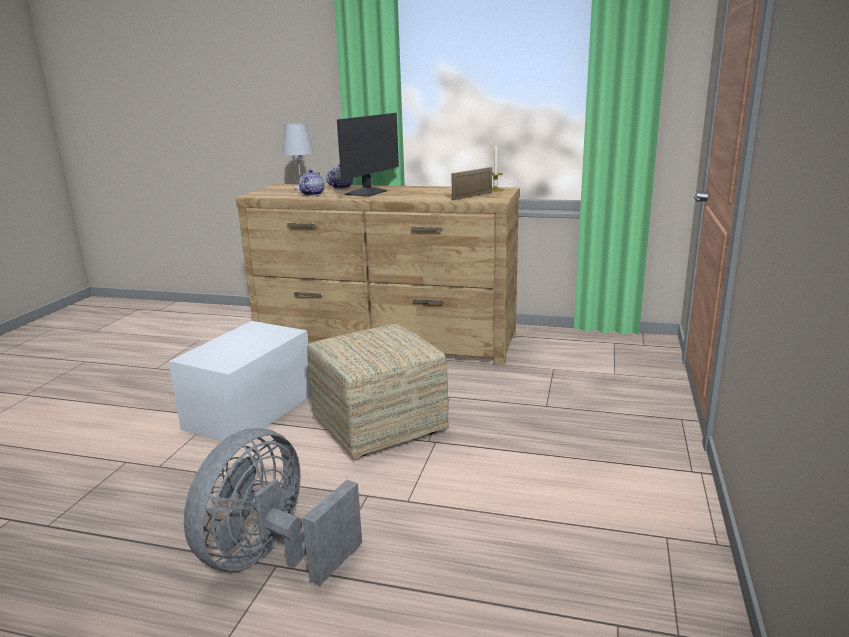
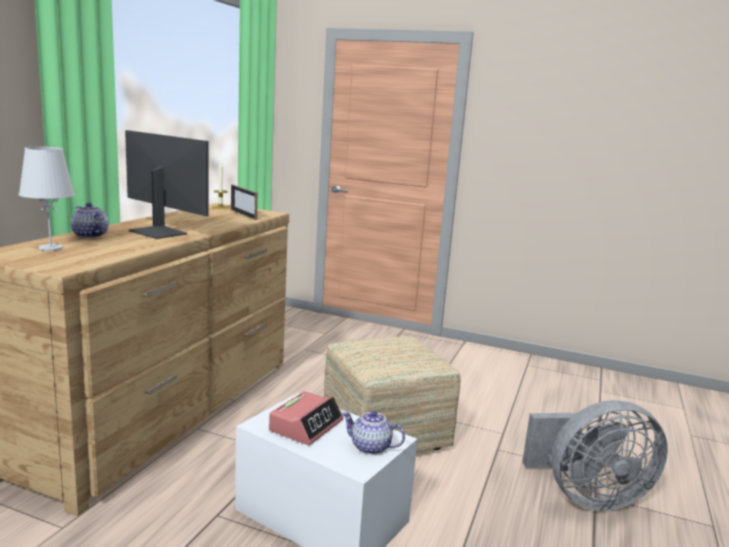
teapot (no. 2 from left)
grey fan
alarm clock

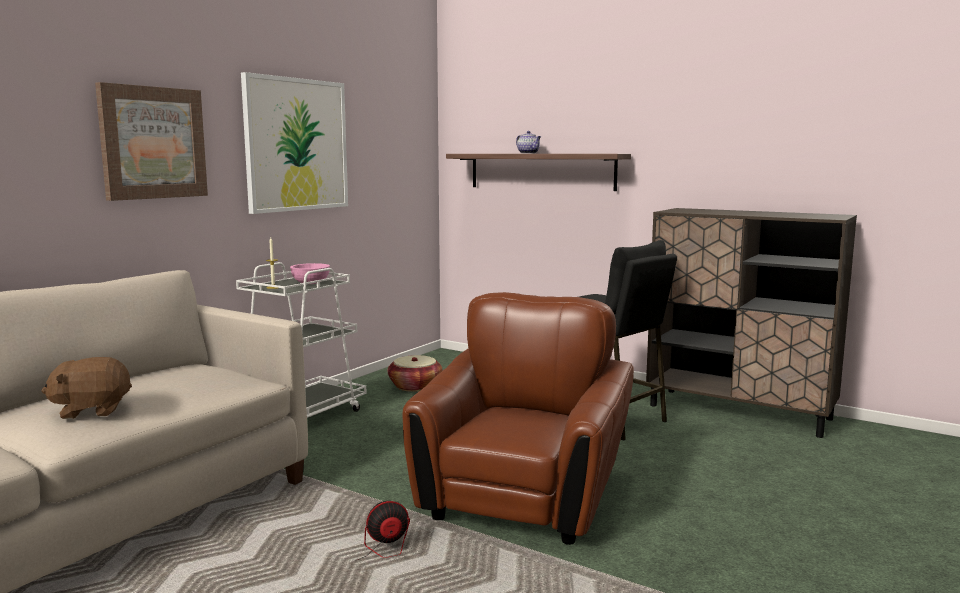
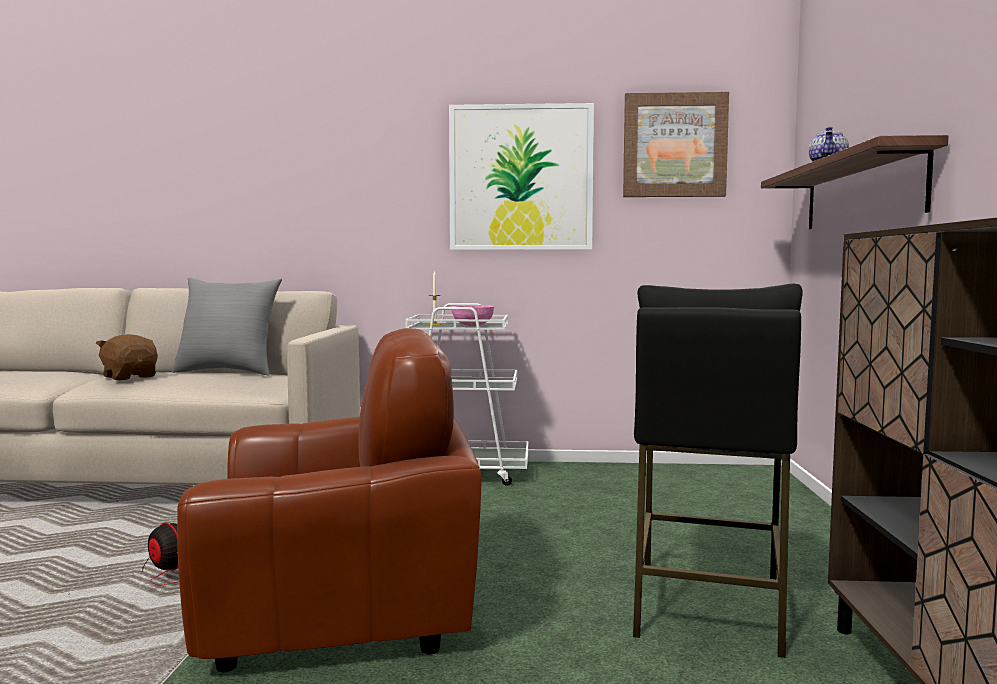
picture (no. 2 from left)
basket
grey pillow

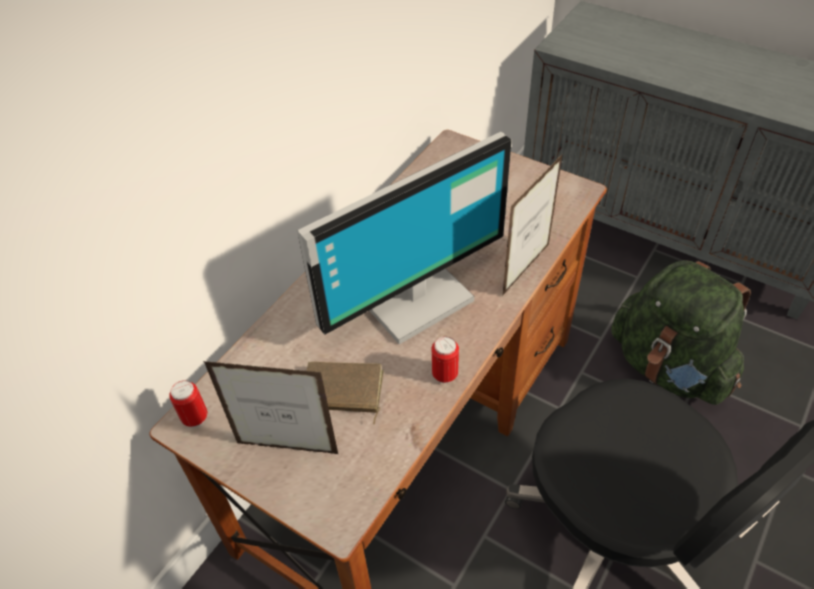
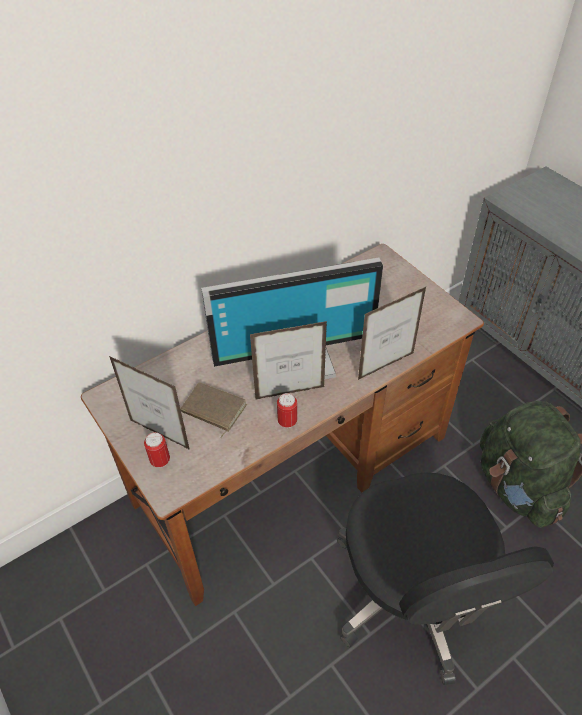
can (no. 1 from left)
picture frame (no. 2 from left)

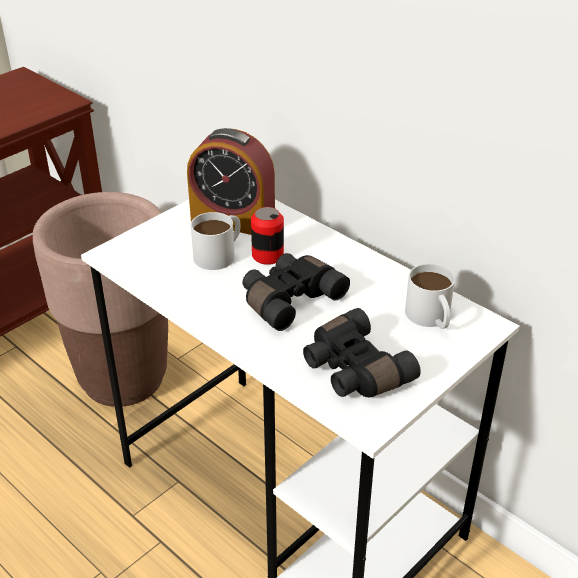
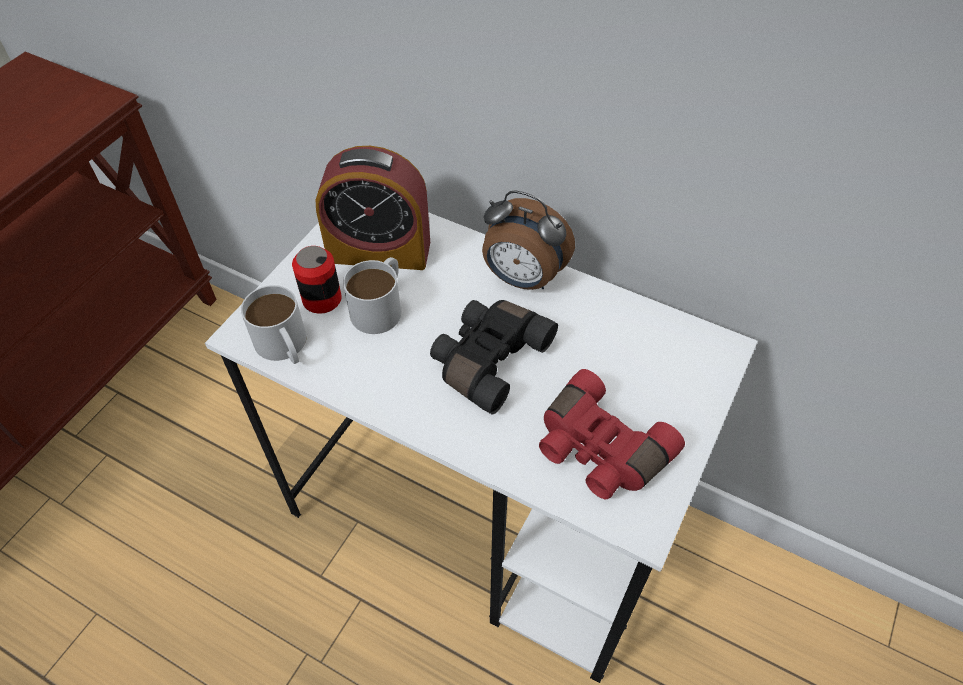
brown planter
can
white mug (no. 1 from left)
red binoculars
alarm clock (no. 2 from left)

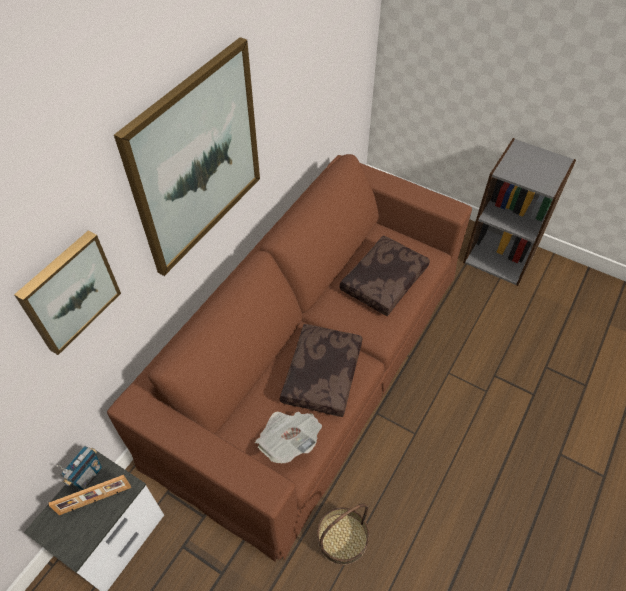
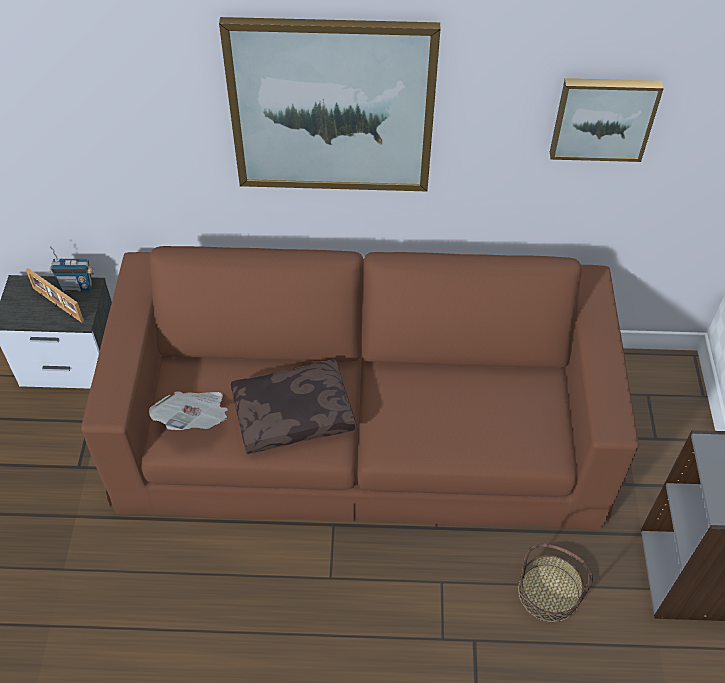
picture (no. 2 from left)
brown pillow (no. 2 from left in the first image)
basket

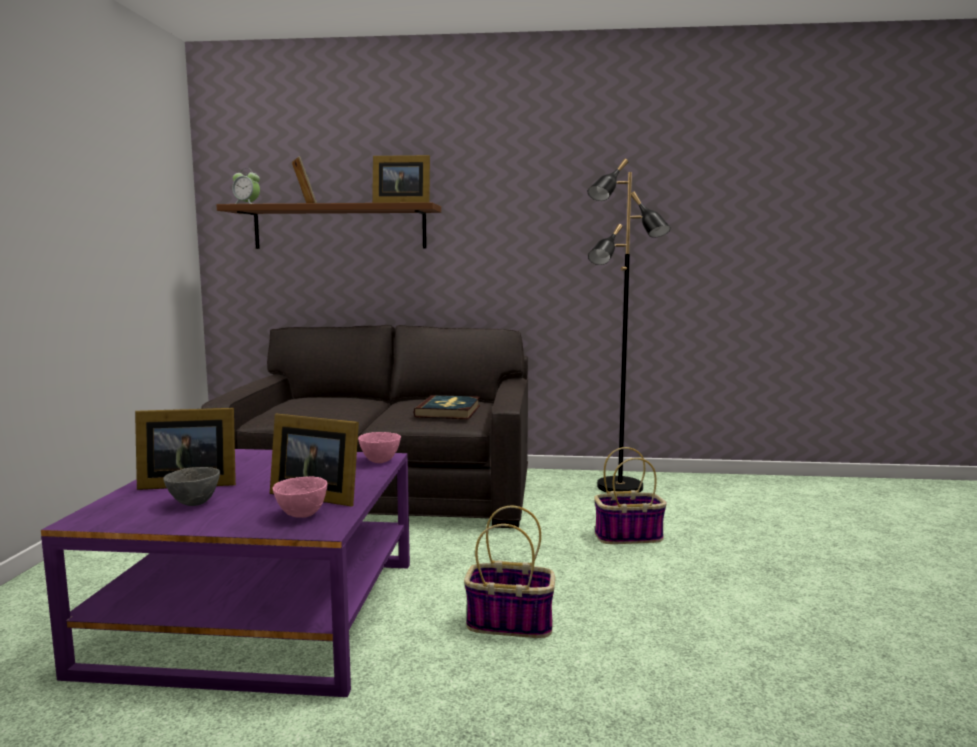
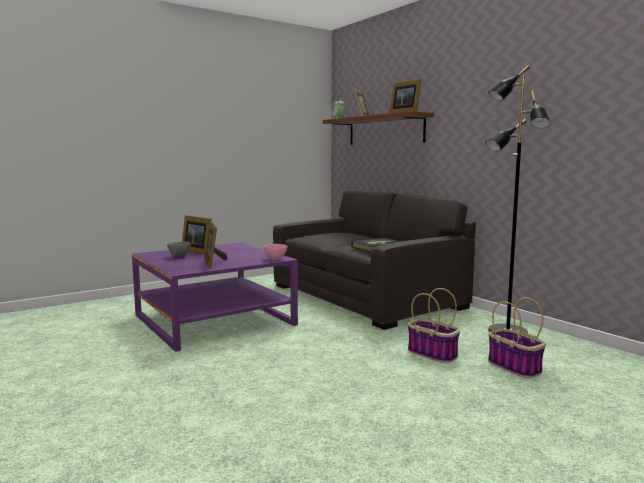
pink bowl (no. 1 from left in the first image)
basket (no. 2 from left)

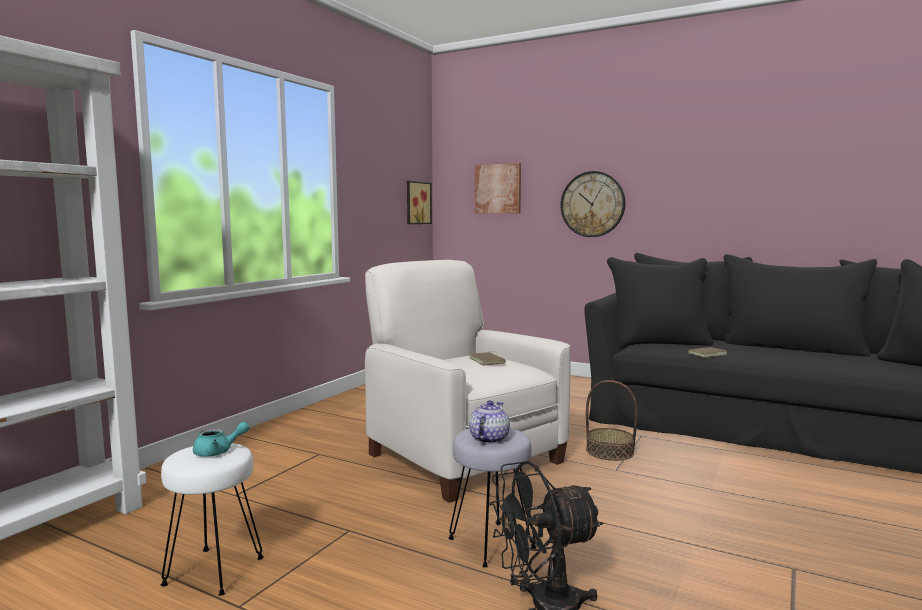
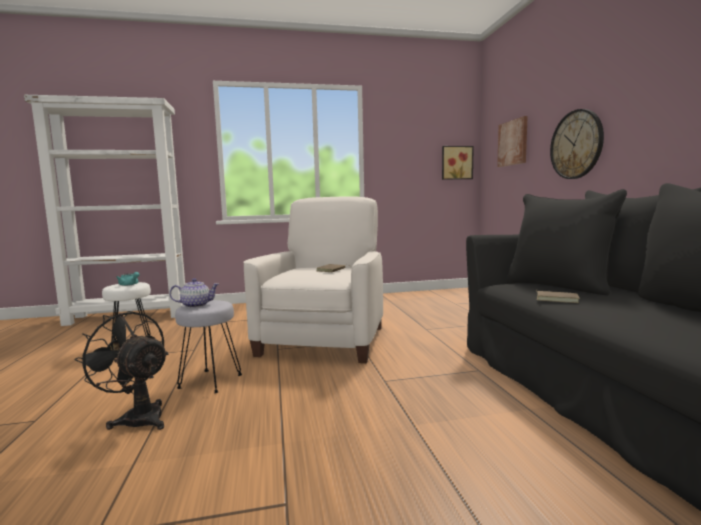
basket

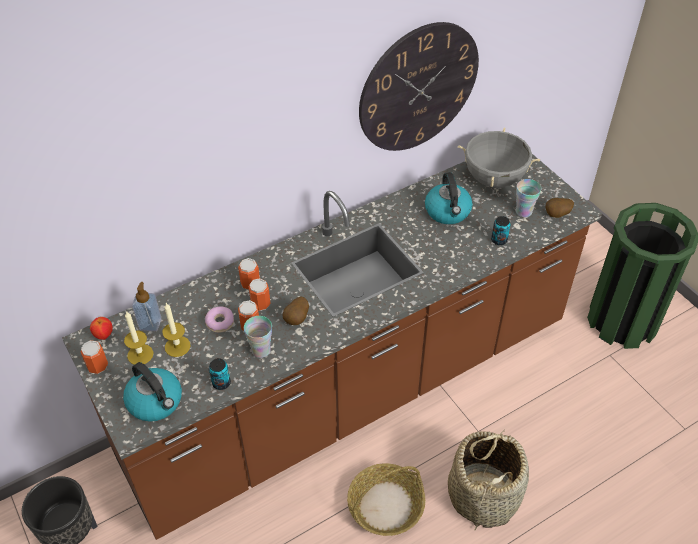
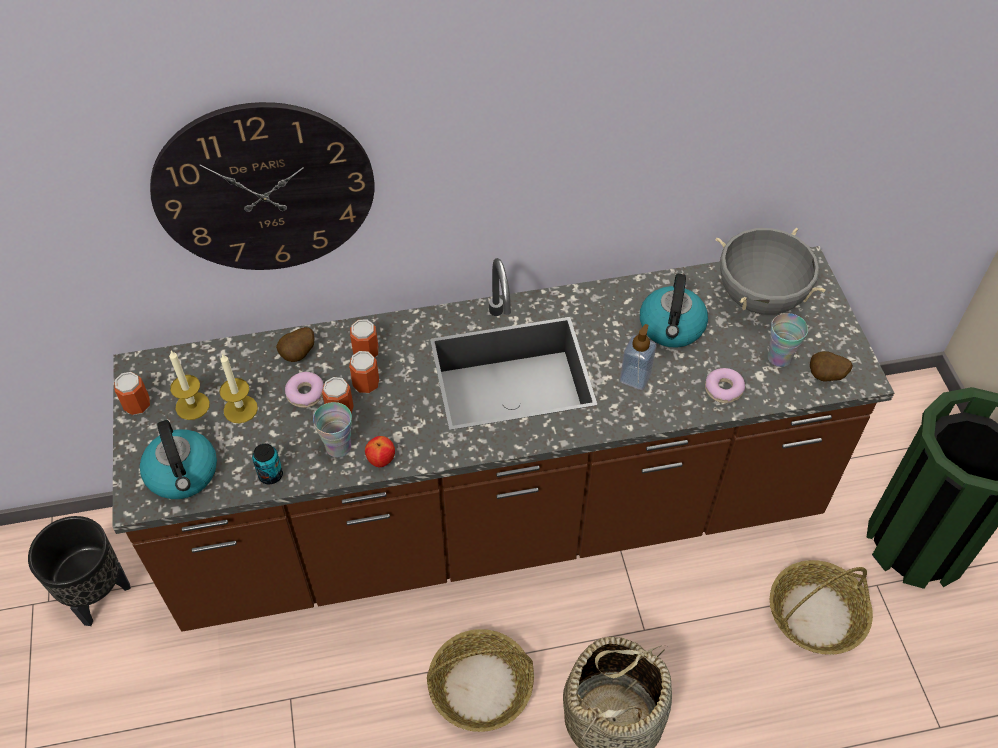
wall clock
donut (no. 2 from left)
soap dispenser
potato (no. 1 from left)
apple
basket (no. 3 from left)

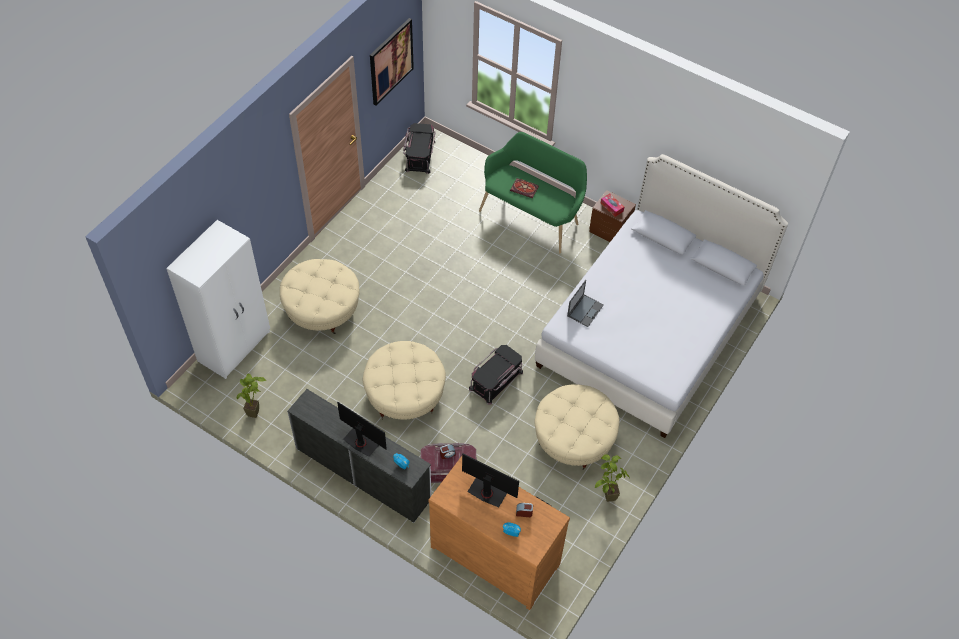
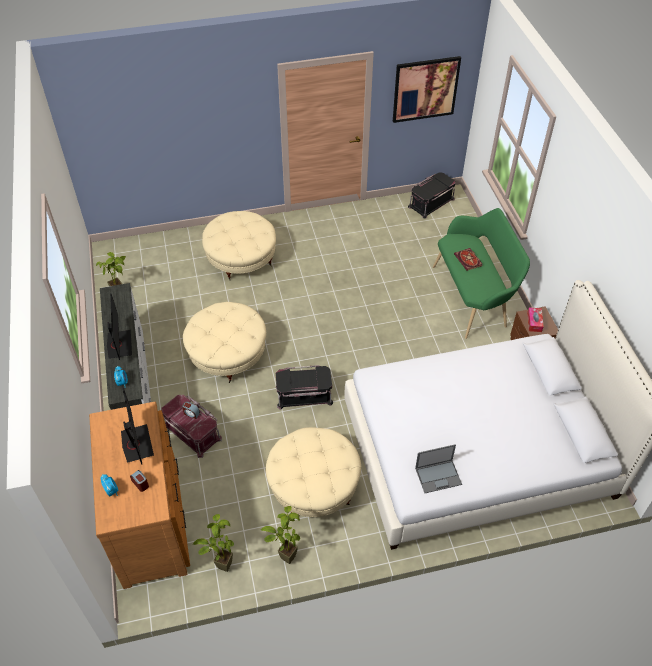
white wardrobe
laptop
potted plant (no. 2 from left)

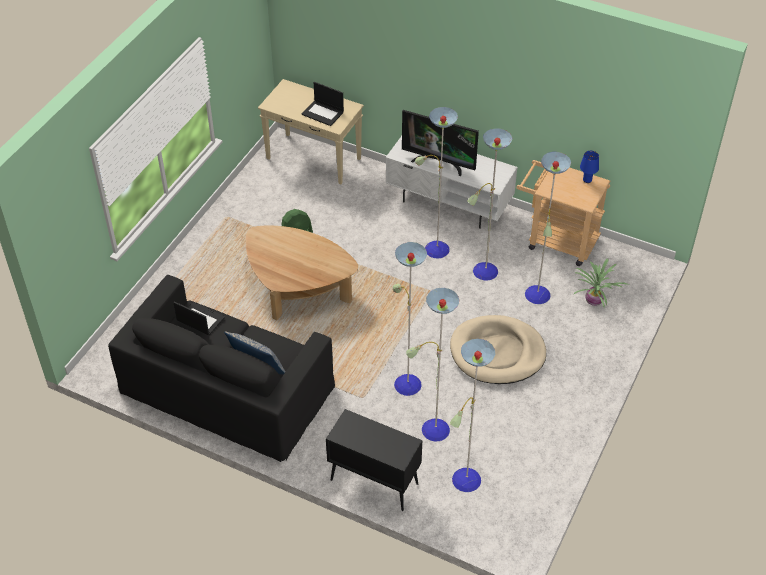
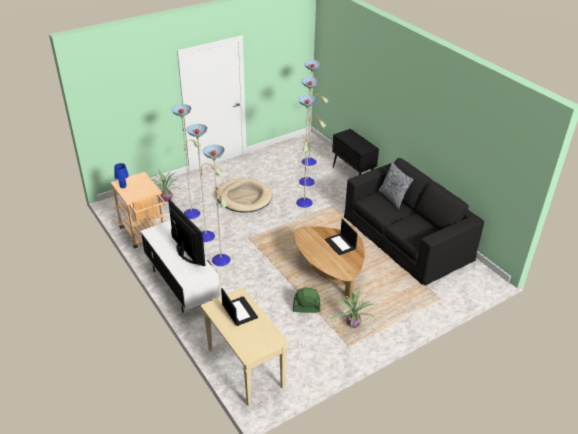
laptop (no. 2 from left)
potted plant (no. 2 from left)

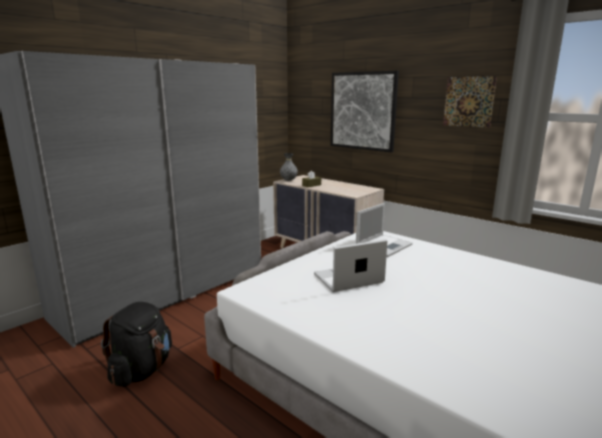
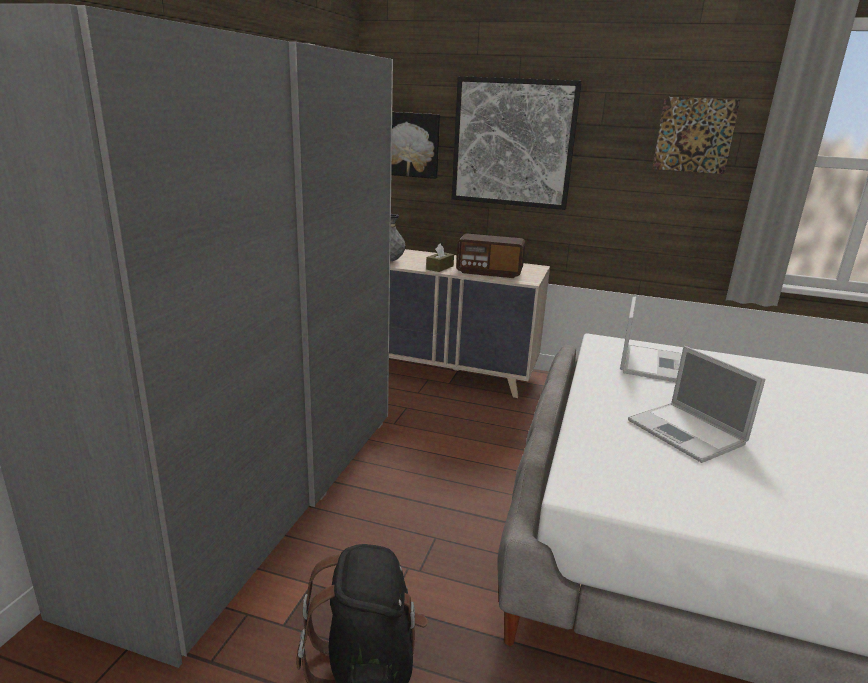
laptop (no. 2 from left)
picture (no. 1 from left)
radio

